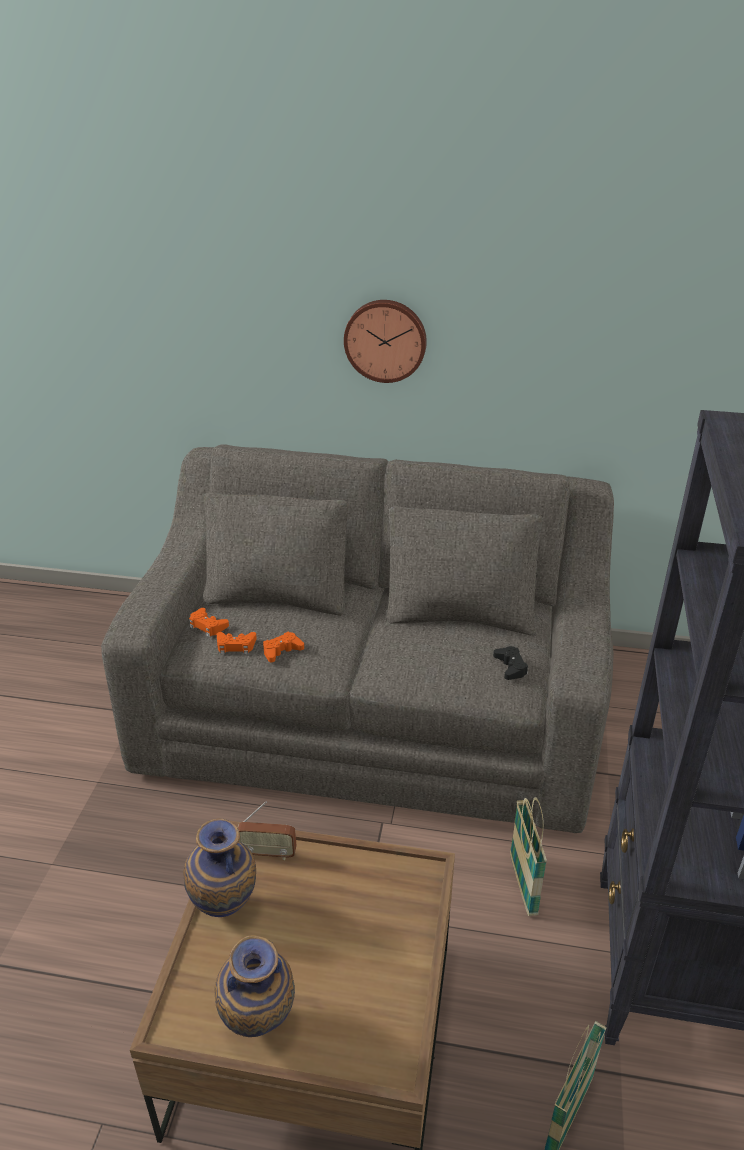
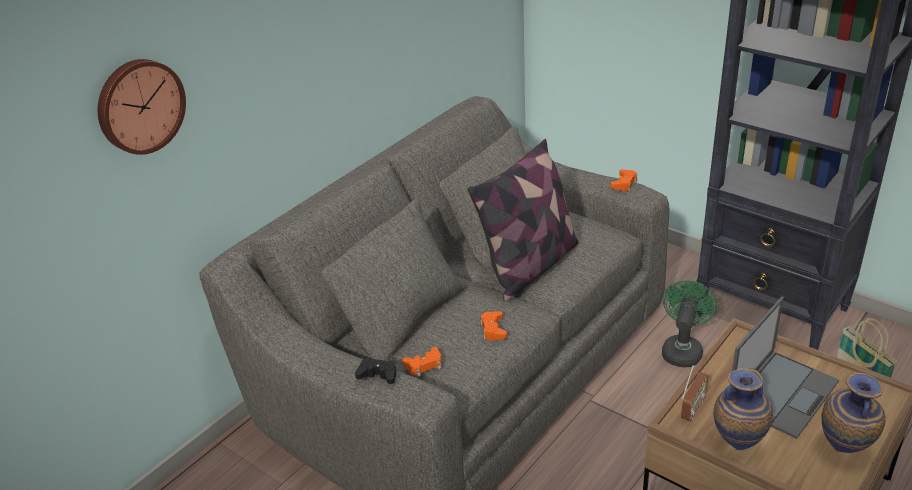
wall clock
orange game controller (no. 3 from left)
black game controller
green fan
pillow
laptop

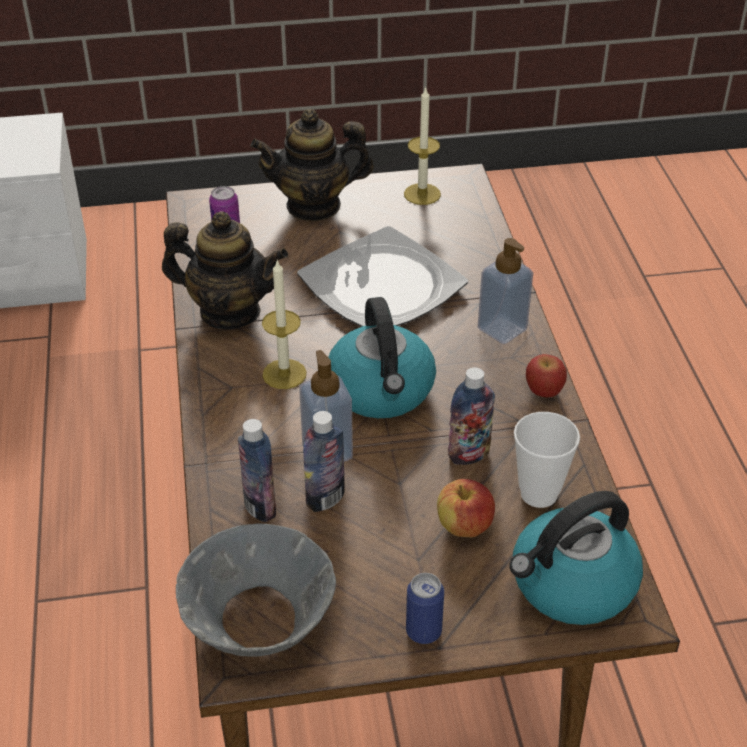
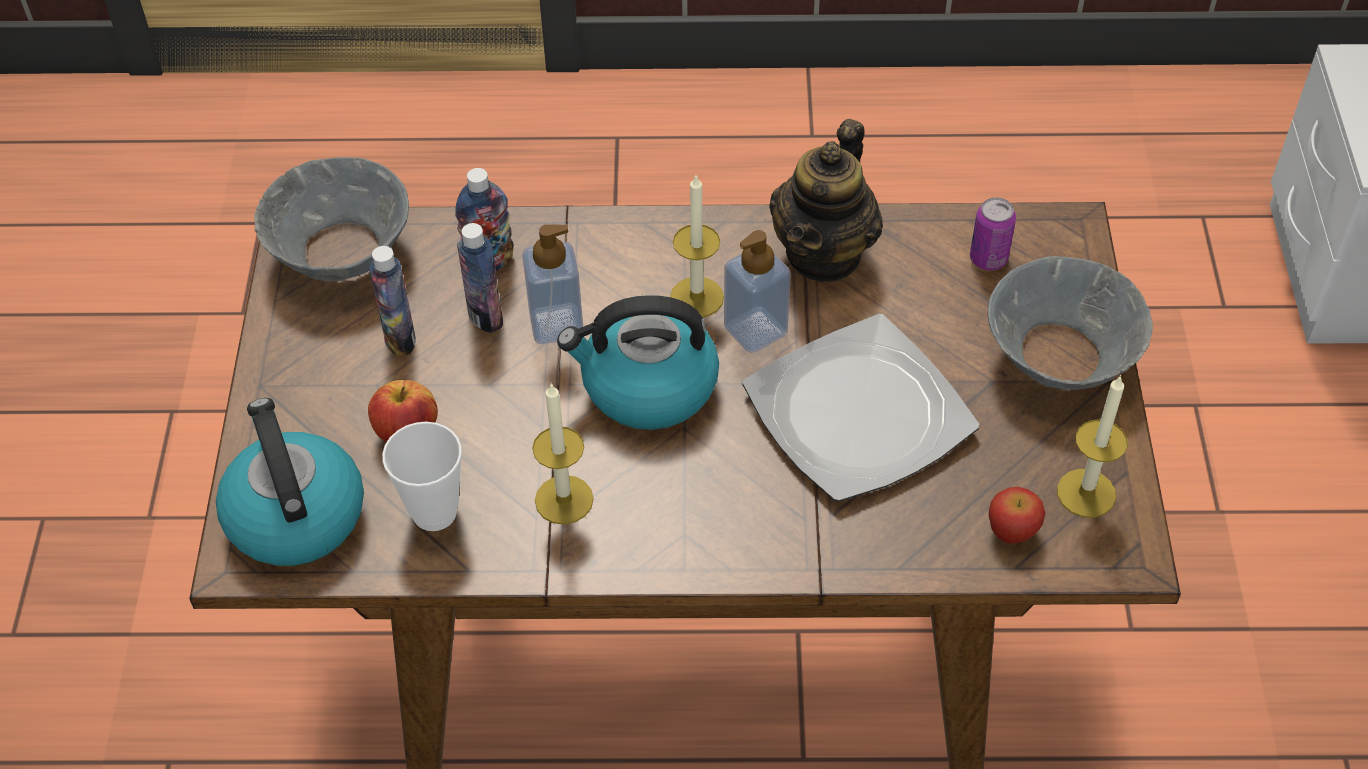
grey bowl (no. 2 from left)
soap dispenser (no. 2 from left)
apple (no. 2 from left)
bottle (no. 1 from left)
can (no. 2 from left in the first image)
candle (no. 1 from left)

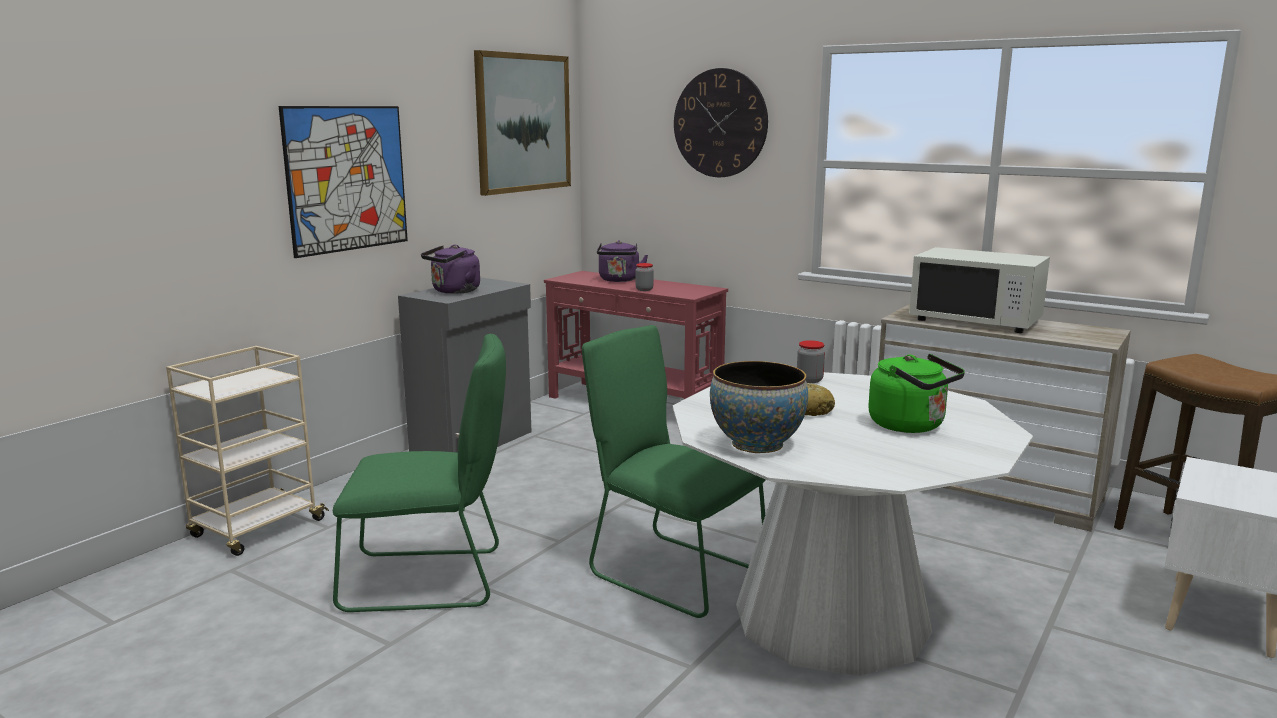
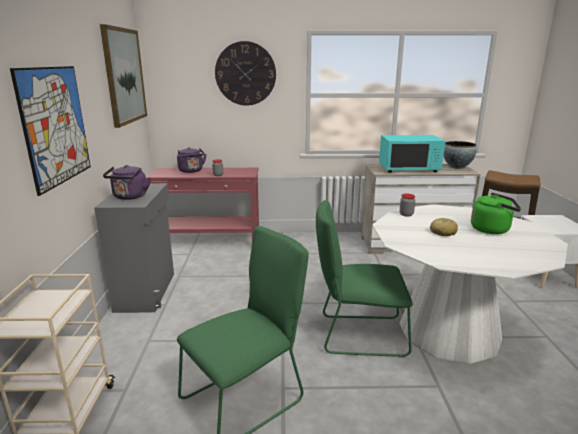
turquoise microwave
bowl

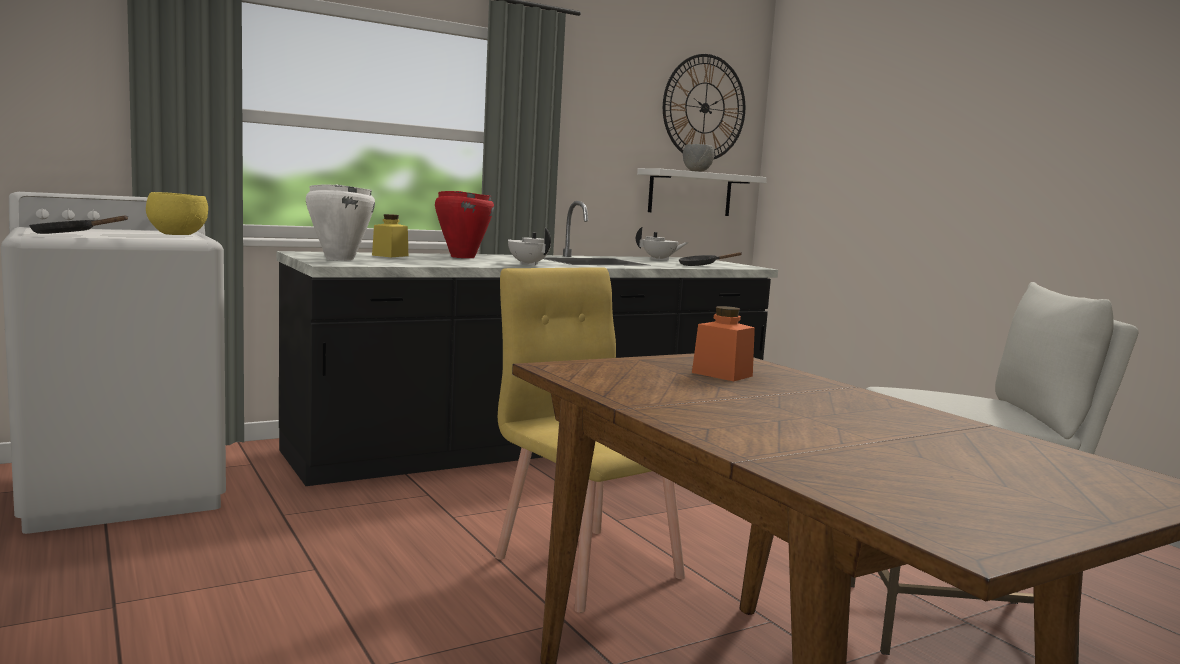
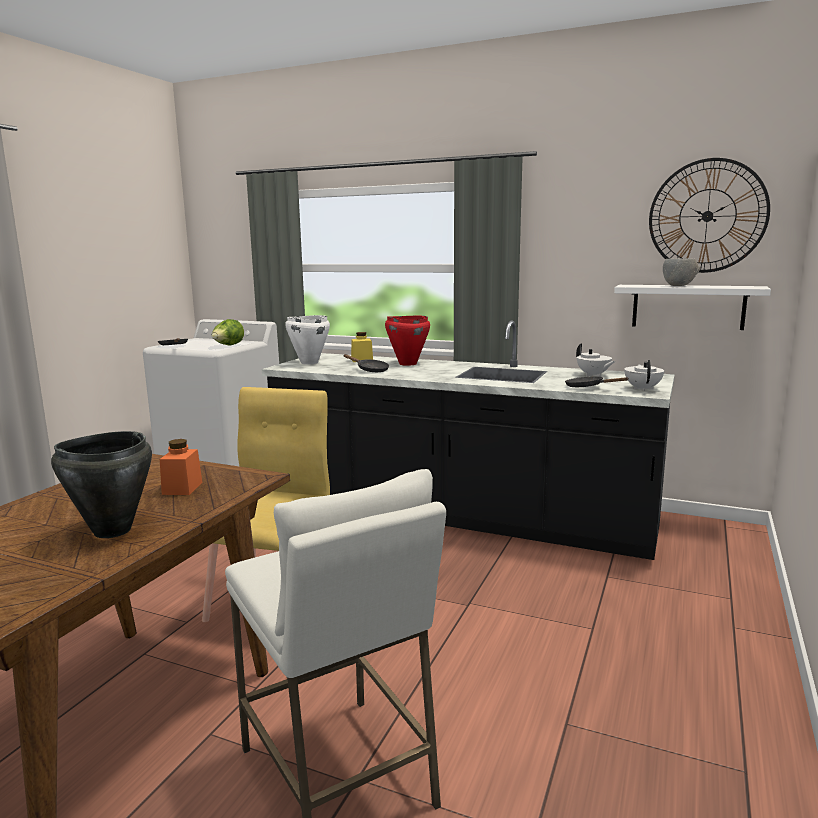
lettuce
white teapot (no. 2 from left)
black frying pan (no. 2 from left)
black cooking pot

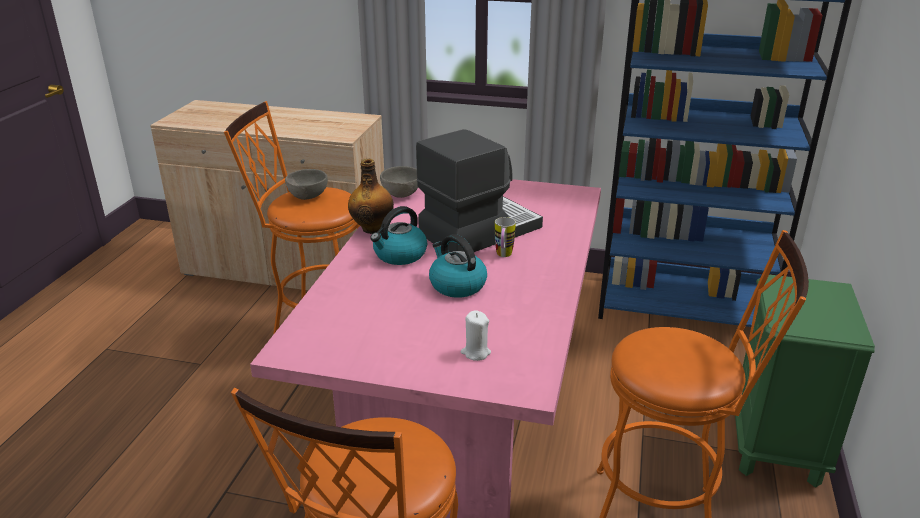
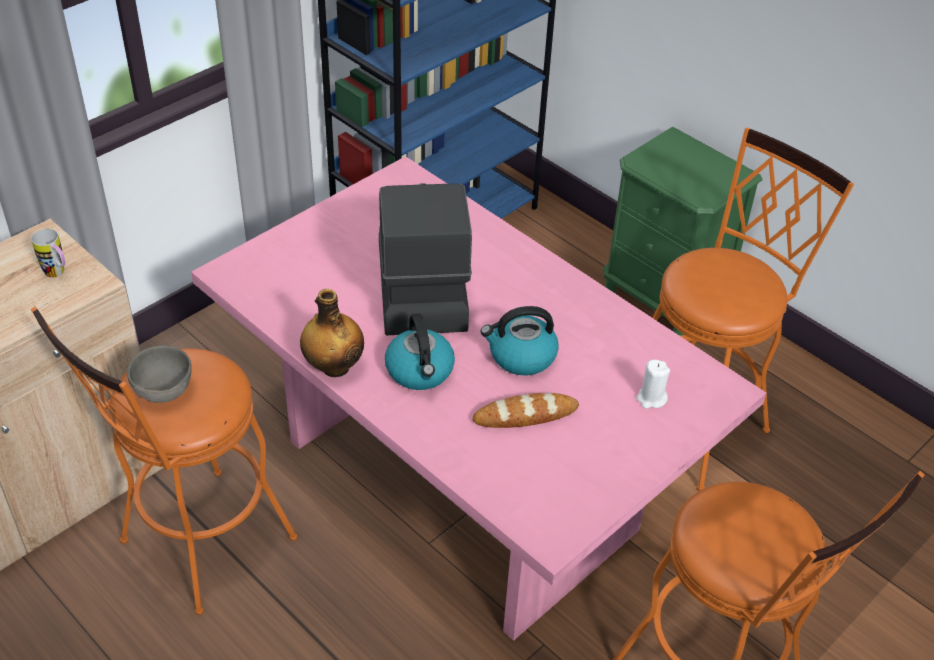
grey bowl (no. 2 from left in the first image)
mug
bread

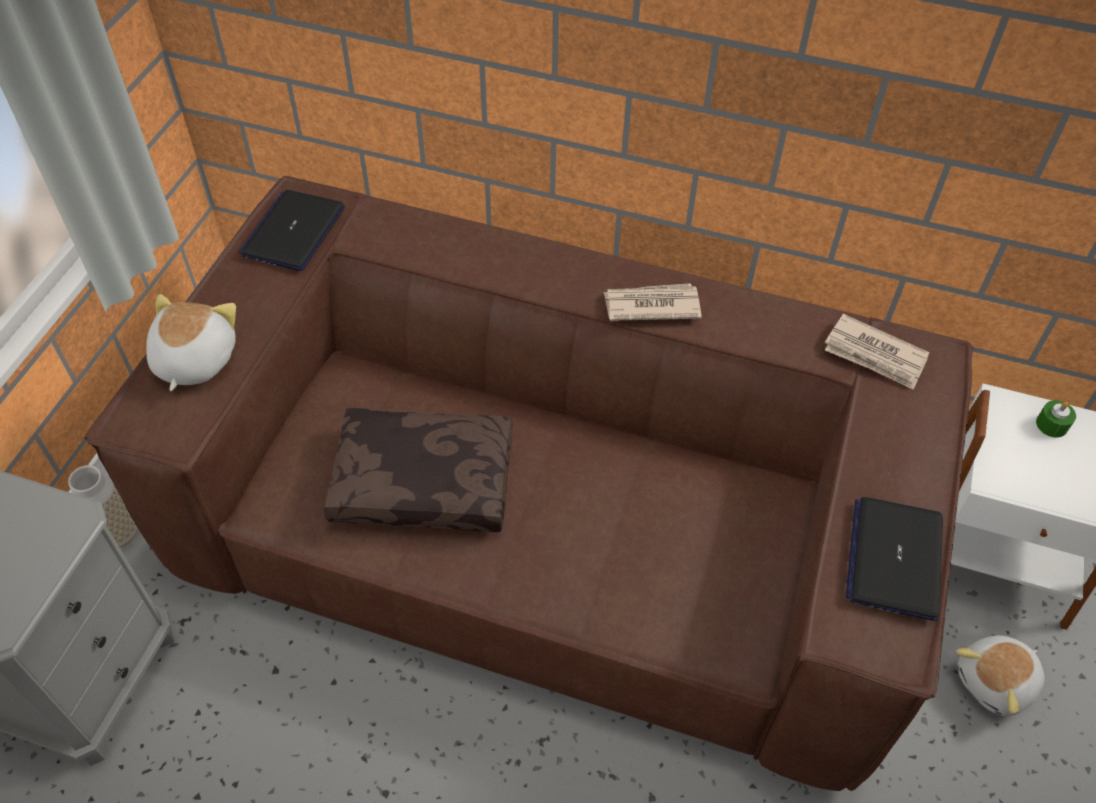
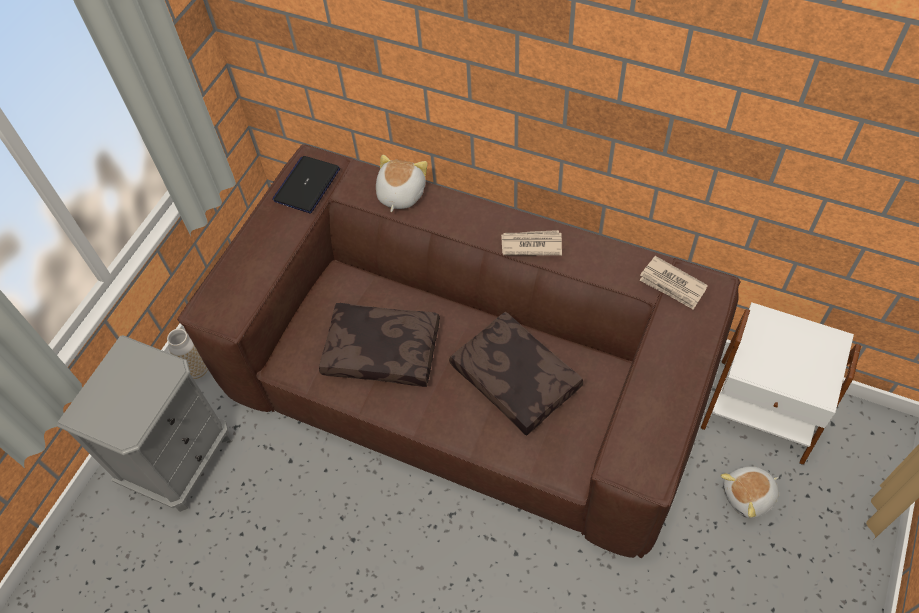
plush toy (no. 1 from left)
green candle
laptop (no. 2 from left in the first image)
brown pillow (no. 2 from left)

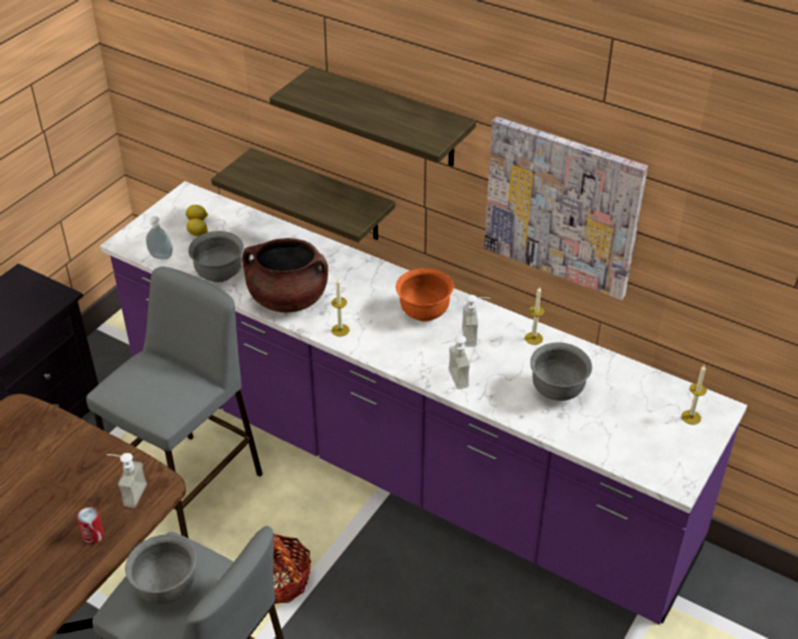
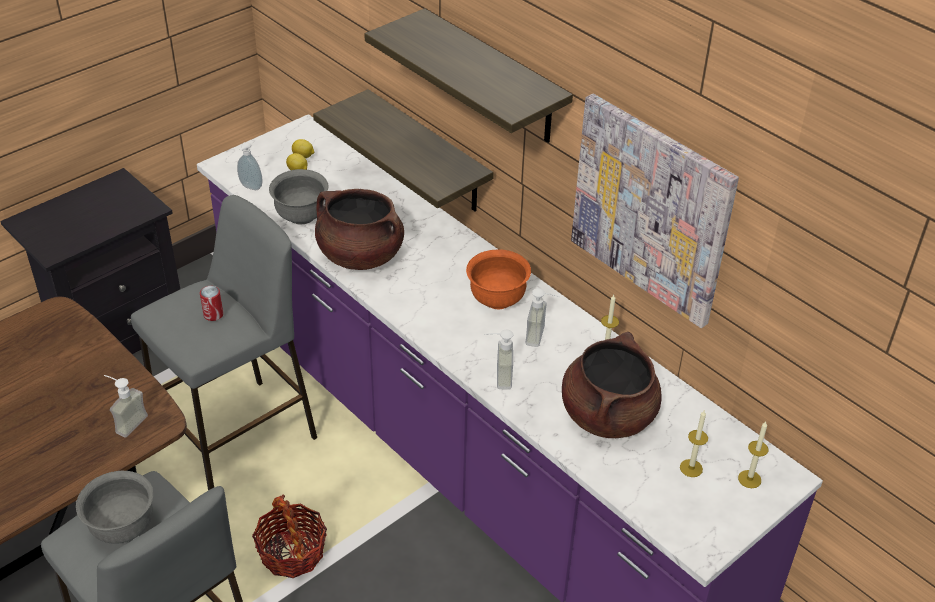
candle (no. 2 from left)
brown cooking pot (no. 2 from left)
can

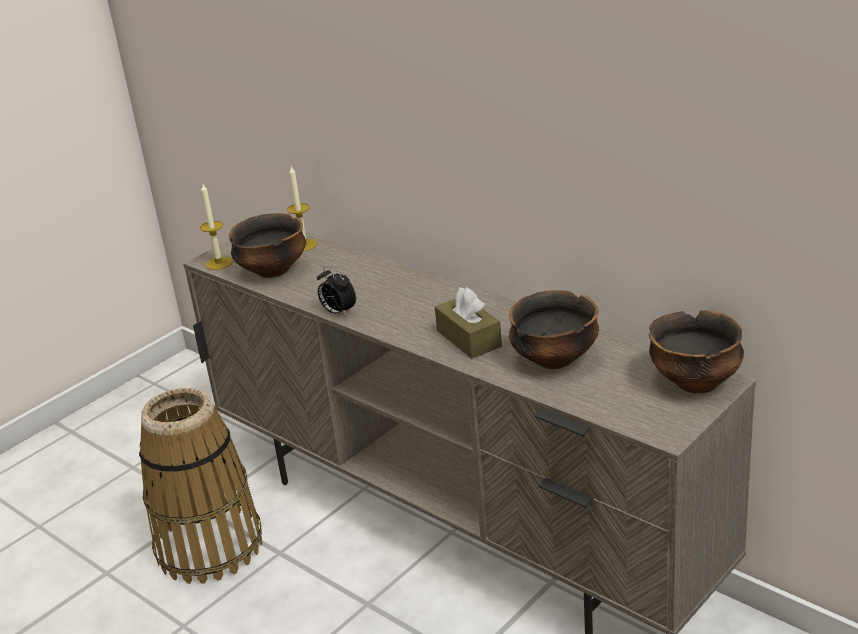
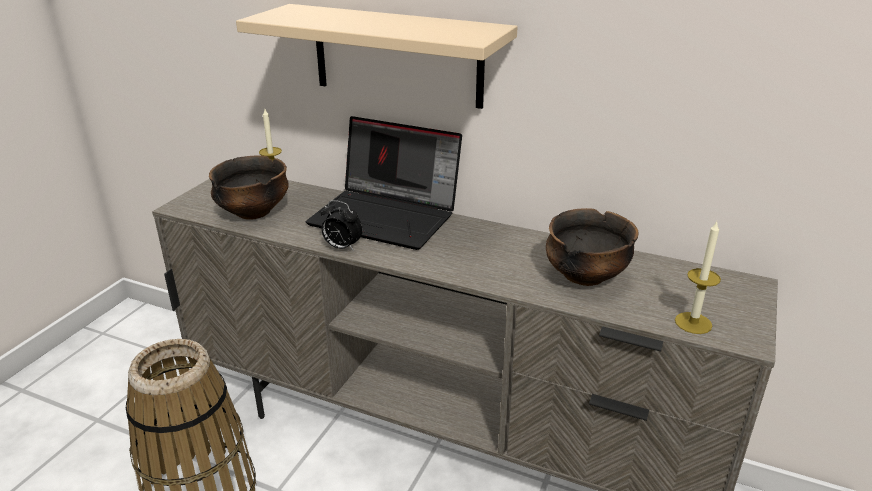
candle (no. 2 from left)
brown tissue box
bowl (no. 3 from left in the first image)
beige shelf
laptop

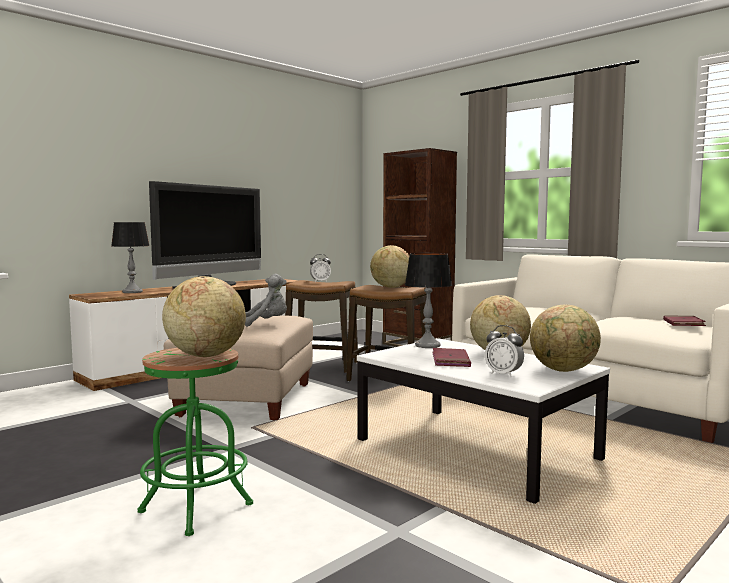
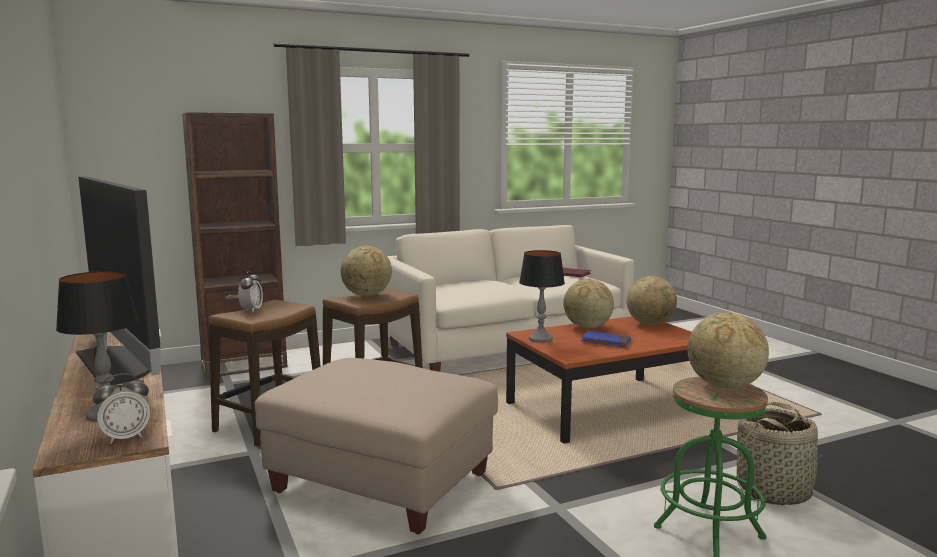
grey plush toy
alarm clock (no. 1 from left)
brown coffee table
blue book
basket

